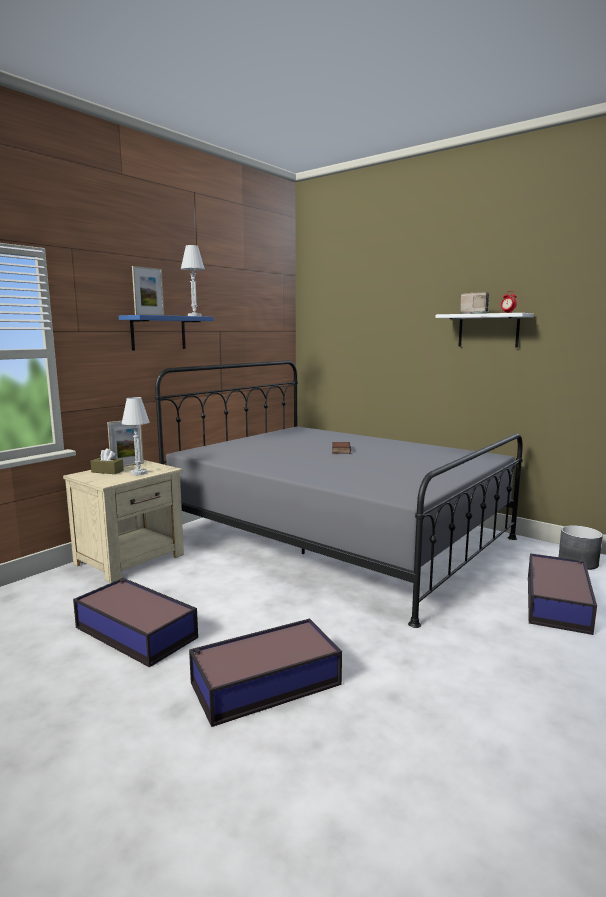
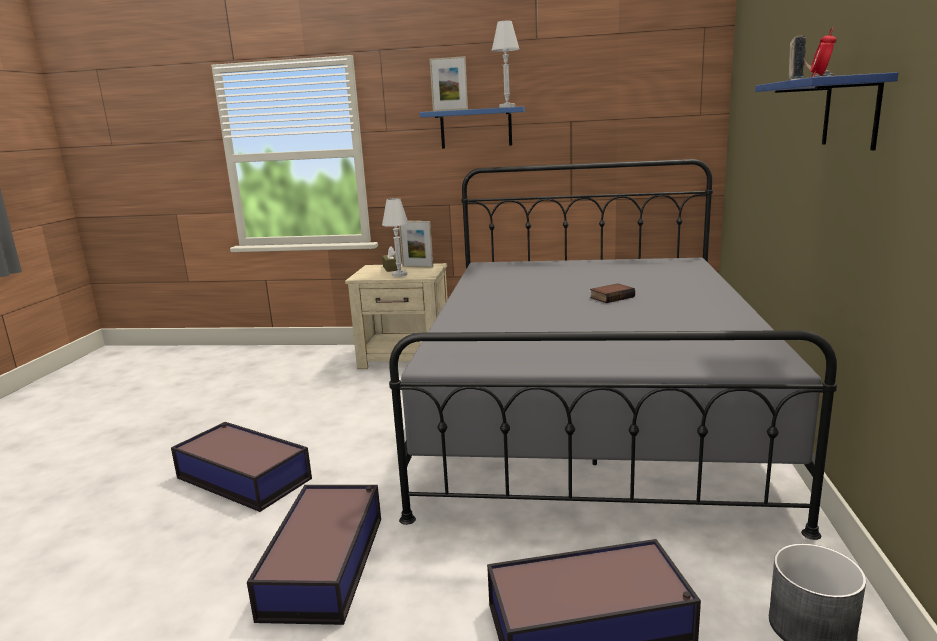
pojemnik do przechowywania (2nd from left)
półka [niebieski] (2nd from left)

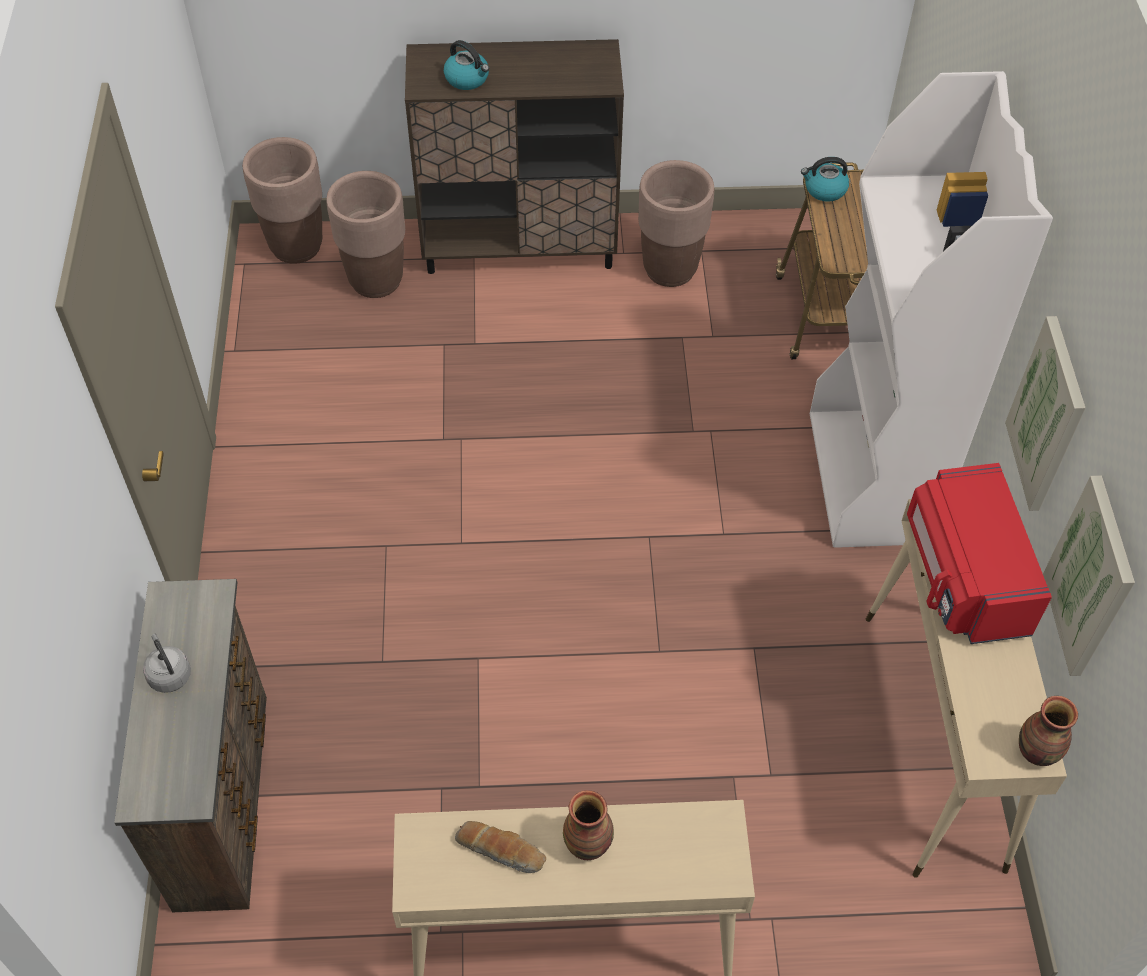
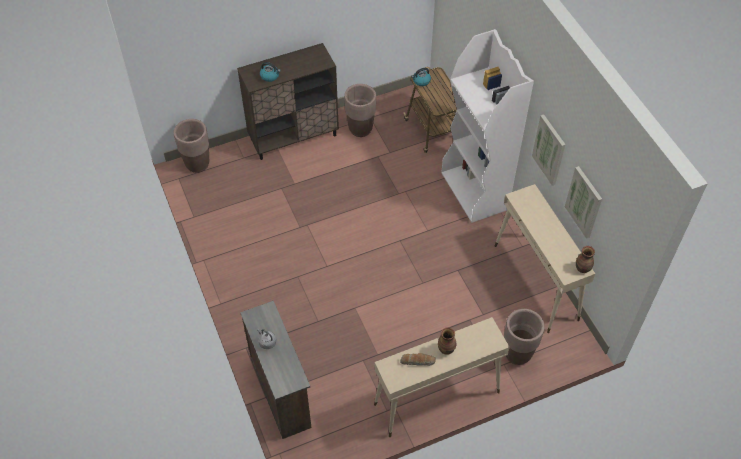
donica [brązowy] (3rd from left)
mikrofalówka [czerwony]

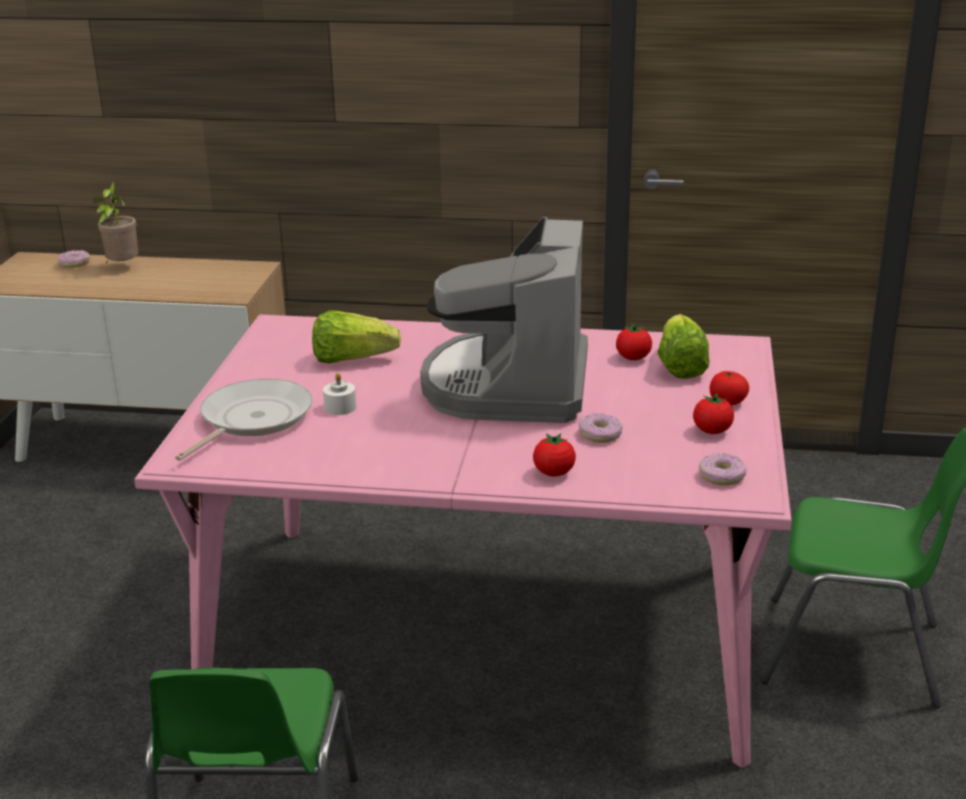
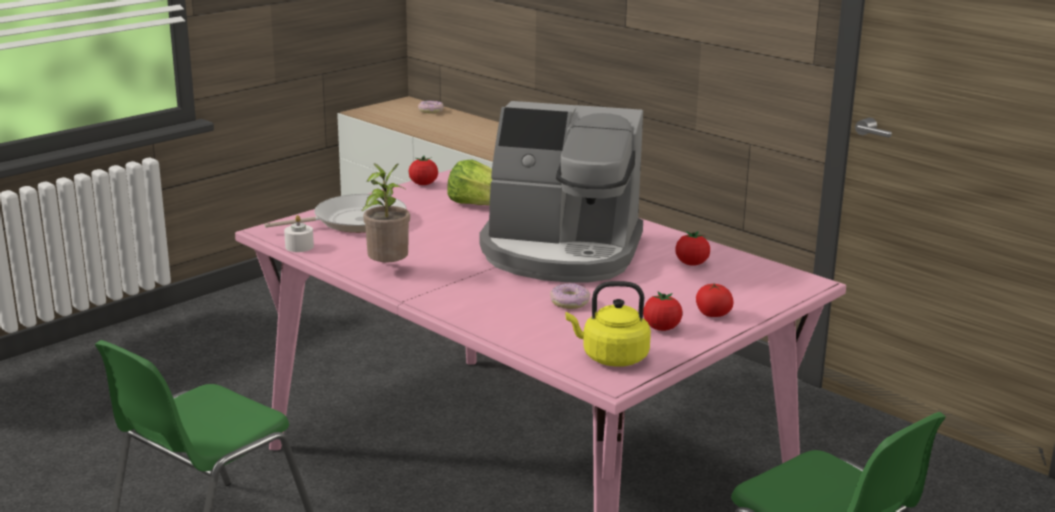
roślina doniczkowa
świeca [biały]
ekspres do kawy
pomidor (1st from left)
sałata (2nd from left in the first image)
czajnik [żółty]

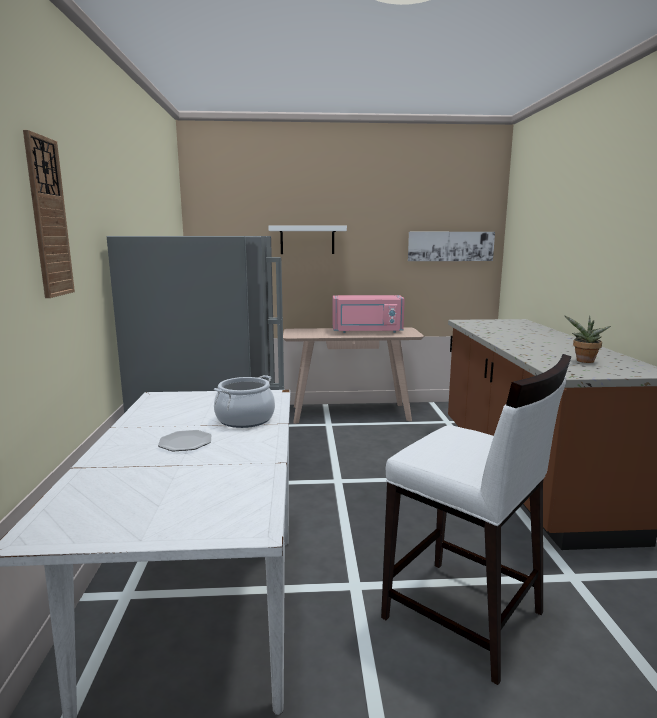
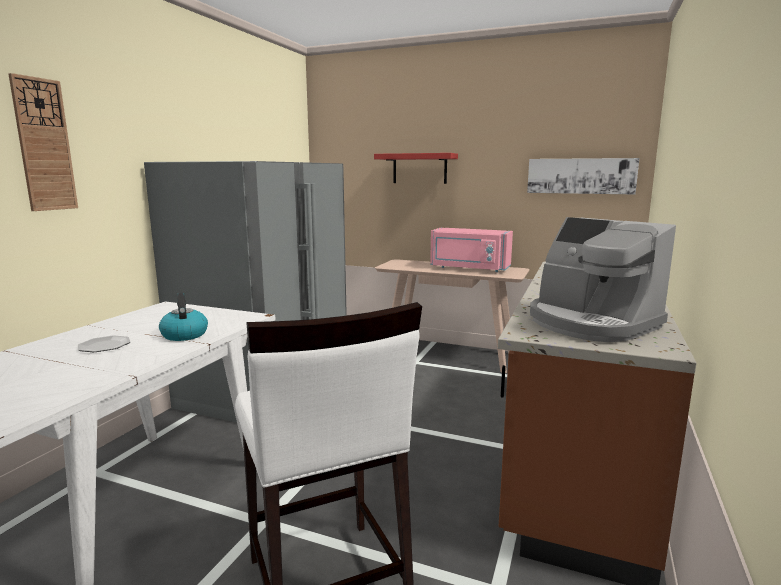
czajnik
półka [czerwony]
ekspres do kawy

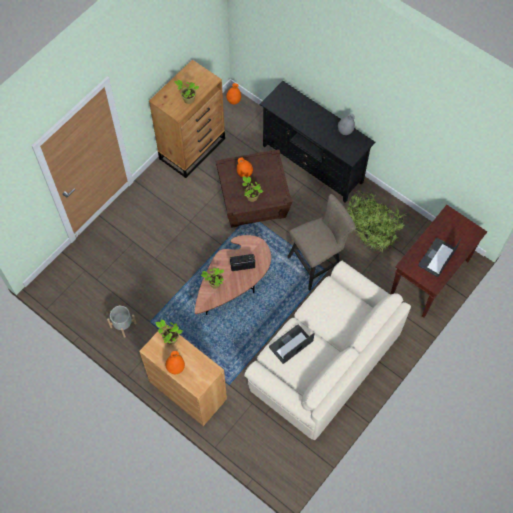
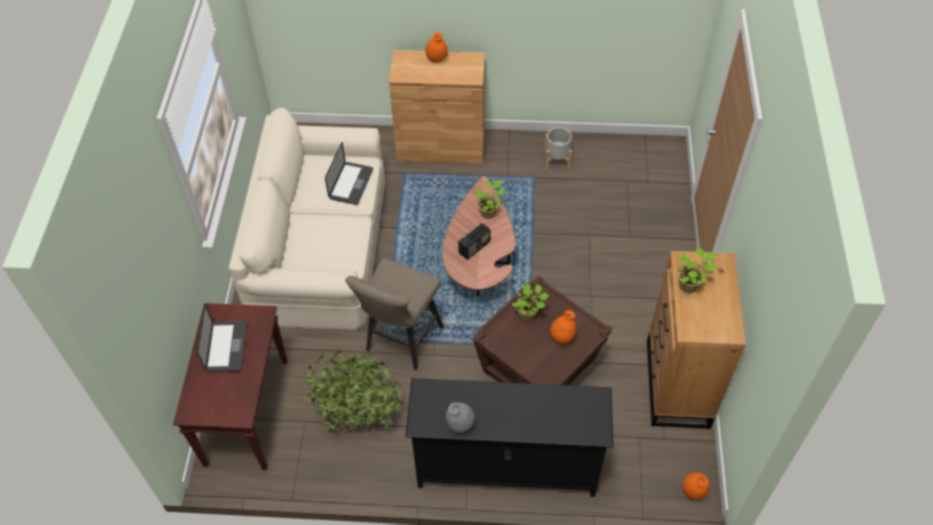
roślina doniczkowa (1st from left in the first image)

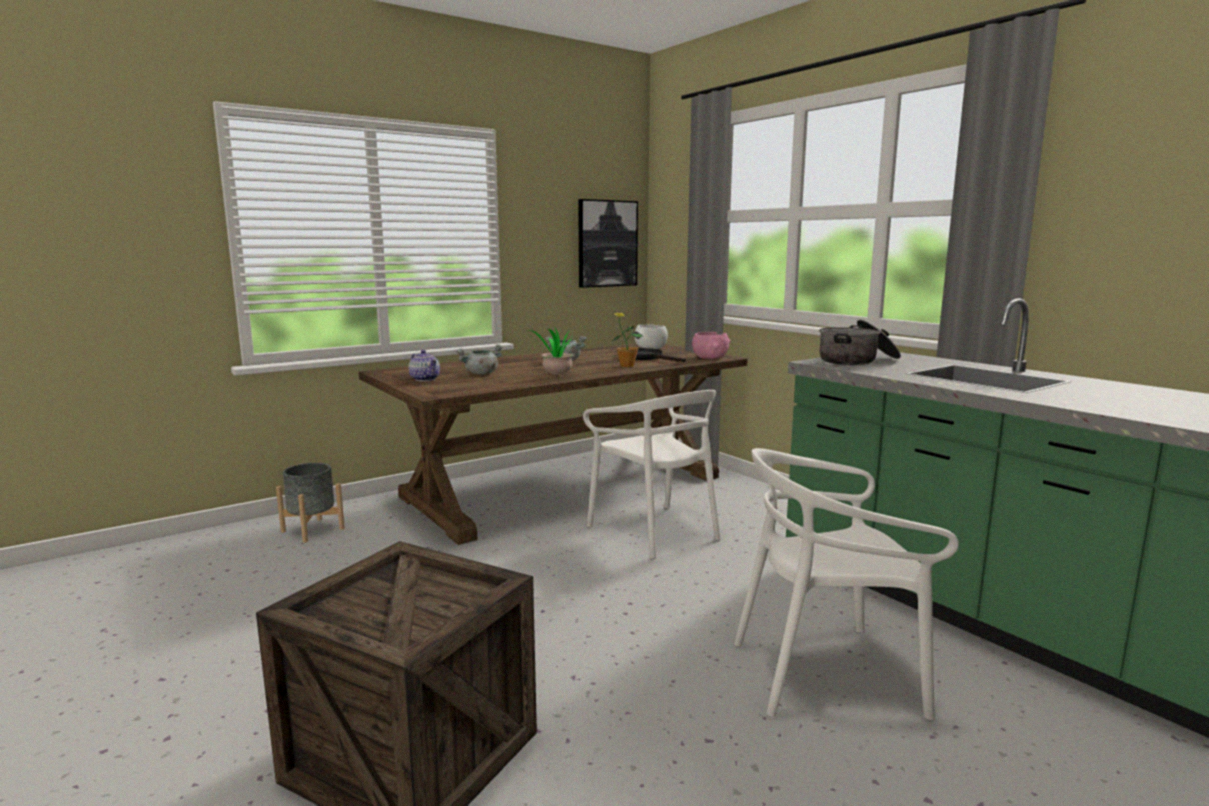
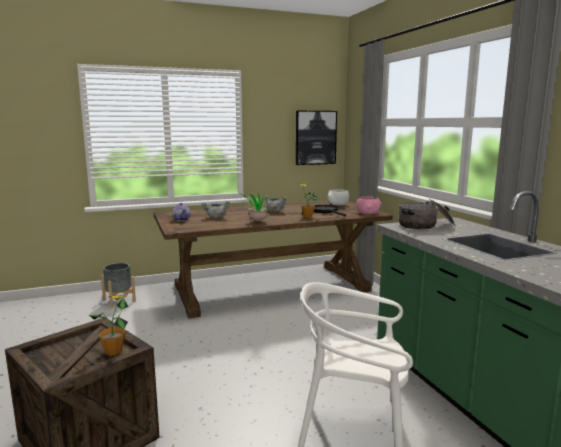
krzesło [biały] (1st from left in the first image)
roślina doniczkowa (1st from left)

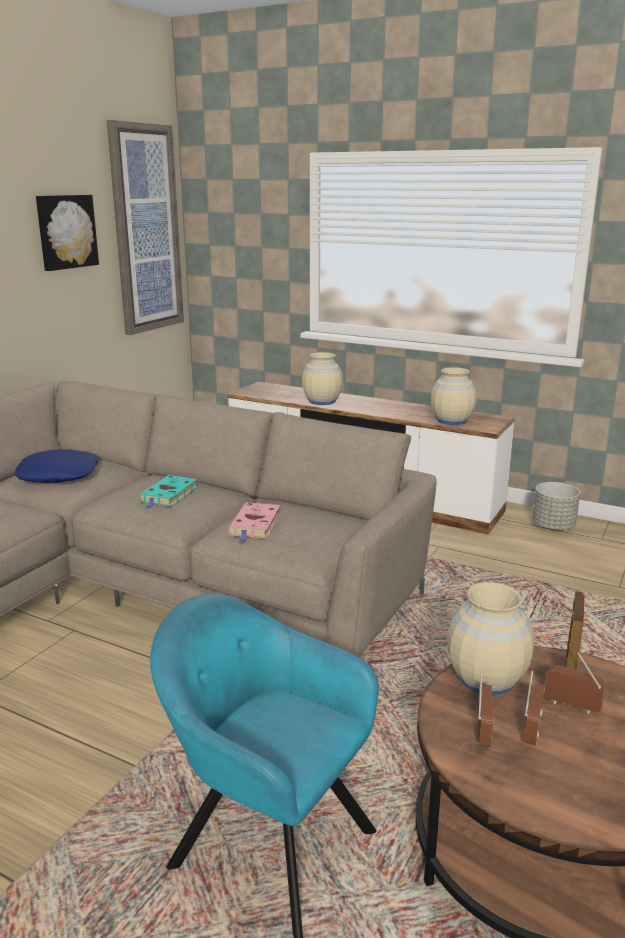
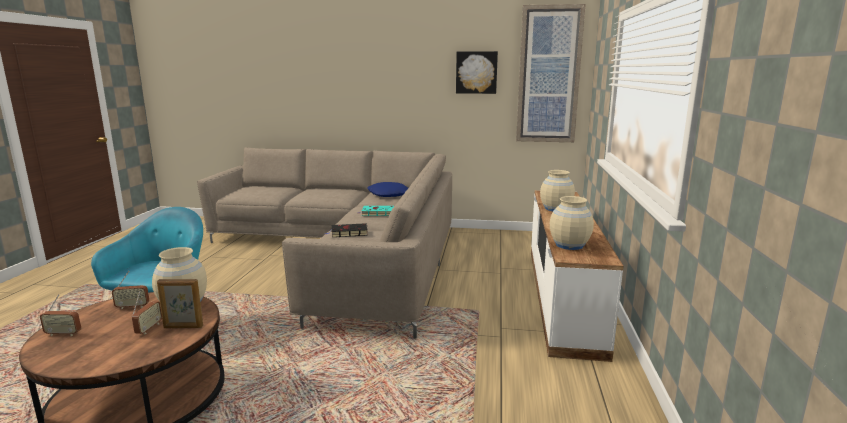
książka [czarny]
radio (1st from left)
donica [szary]

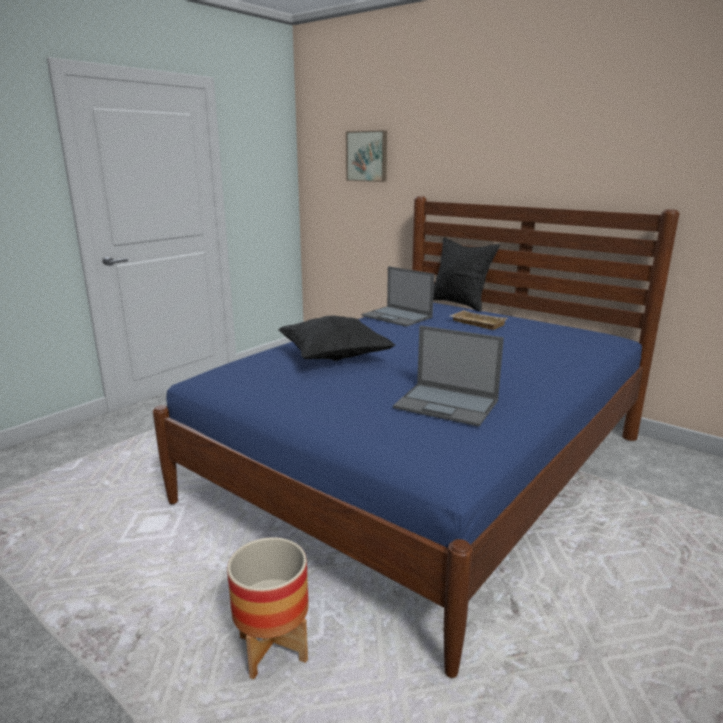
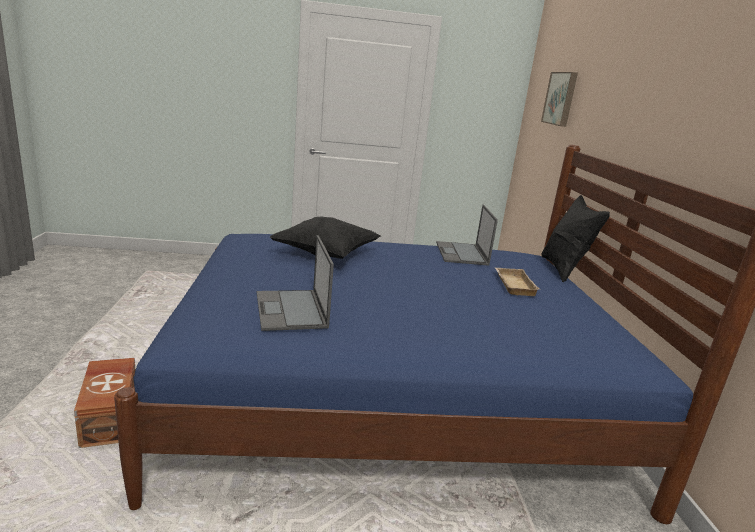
pojemnik do przechowywania [brązowy]

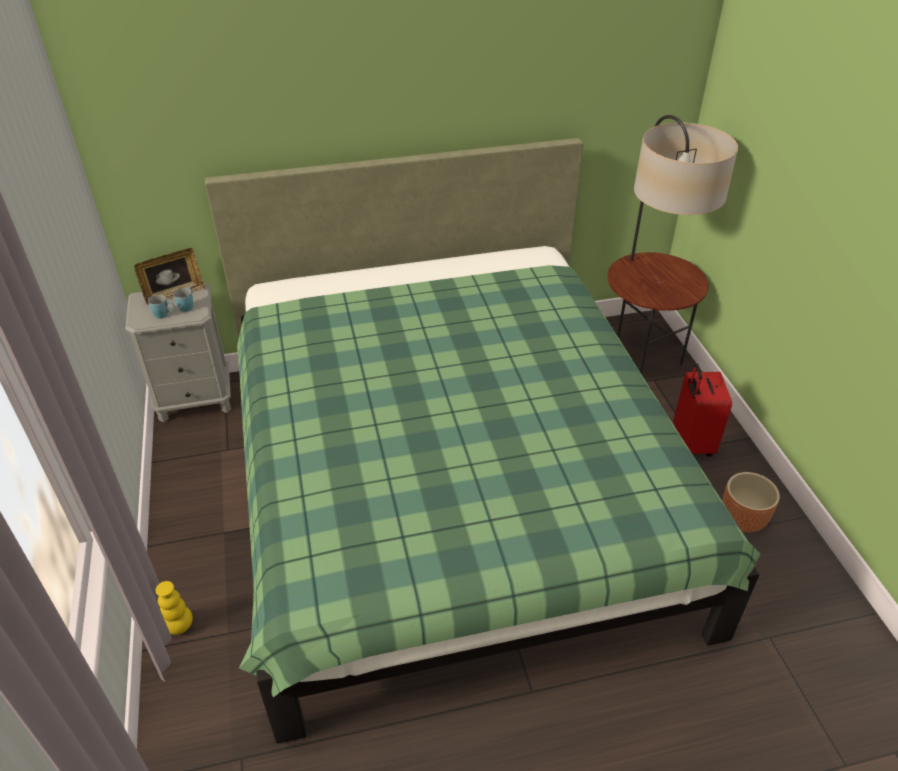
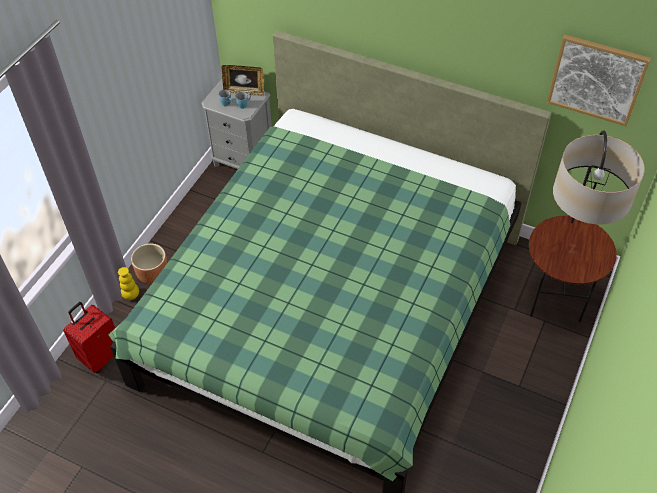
walizka [czerwony]
donica [brązowy]
obraz

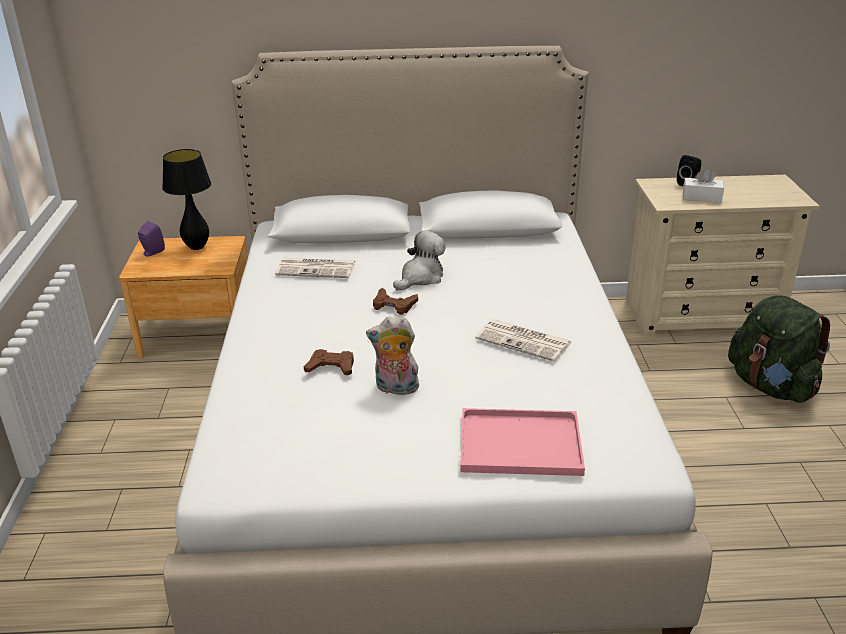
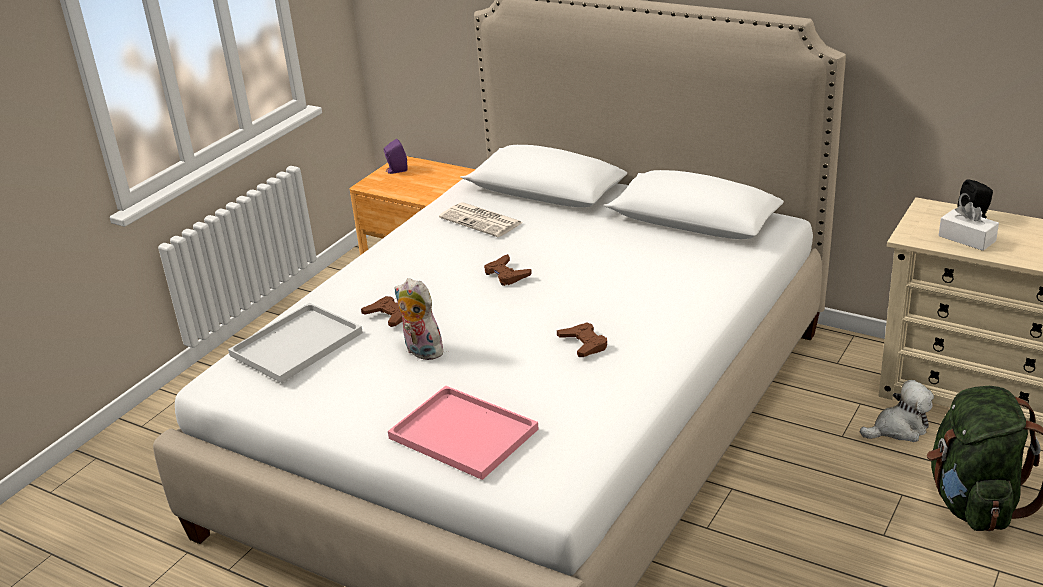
lampa stołowa [czarny]
pluszak (2nd from left)
pad do gier [brązowy] (3rd from left)
taca [biały]

